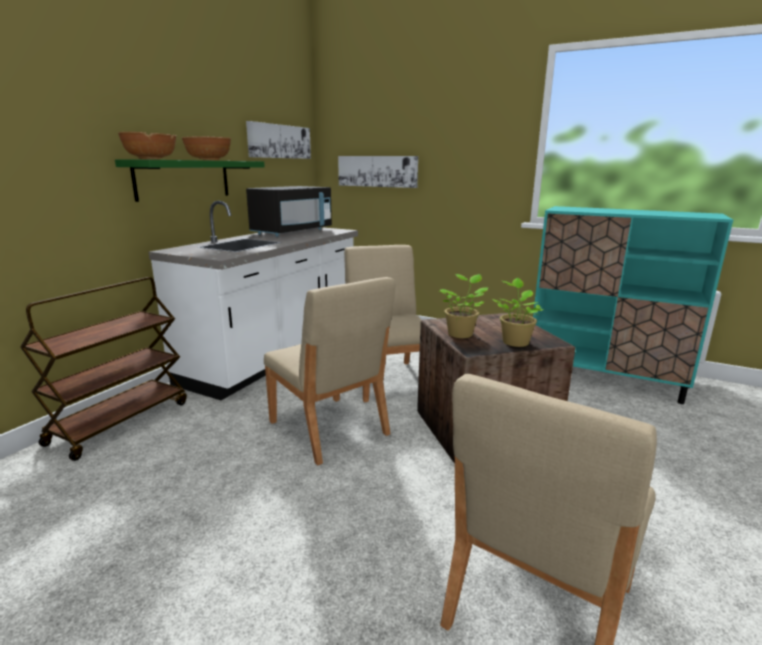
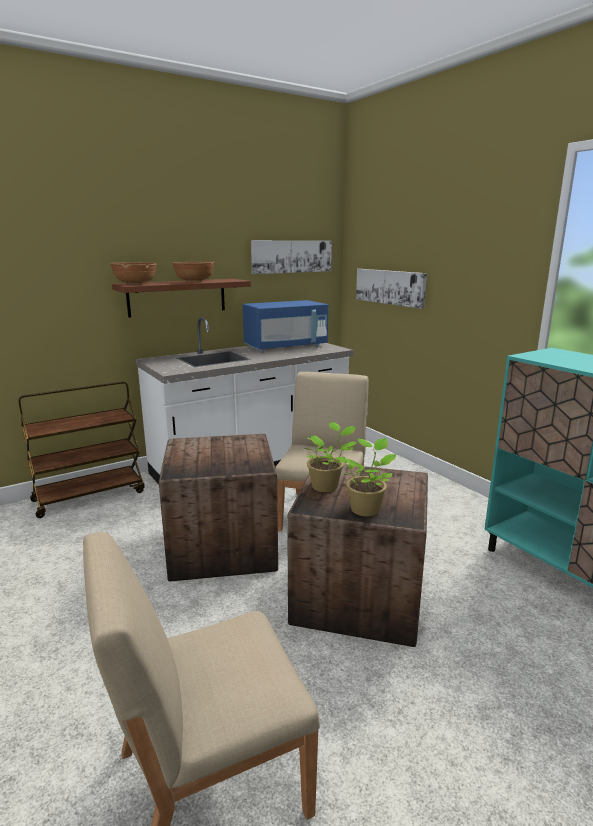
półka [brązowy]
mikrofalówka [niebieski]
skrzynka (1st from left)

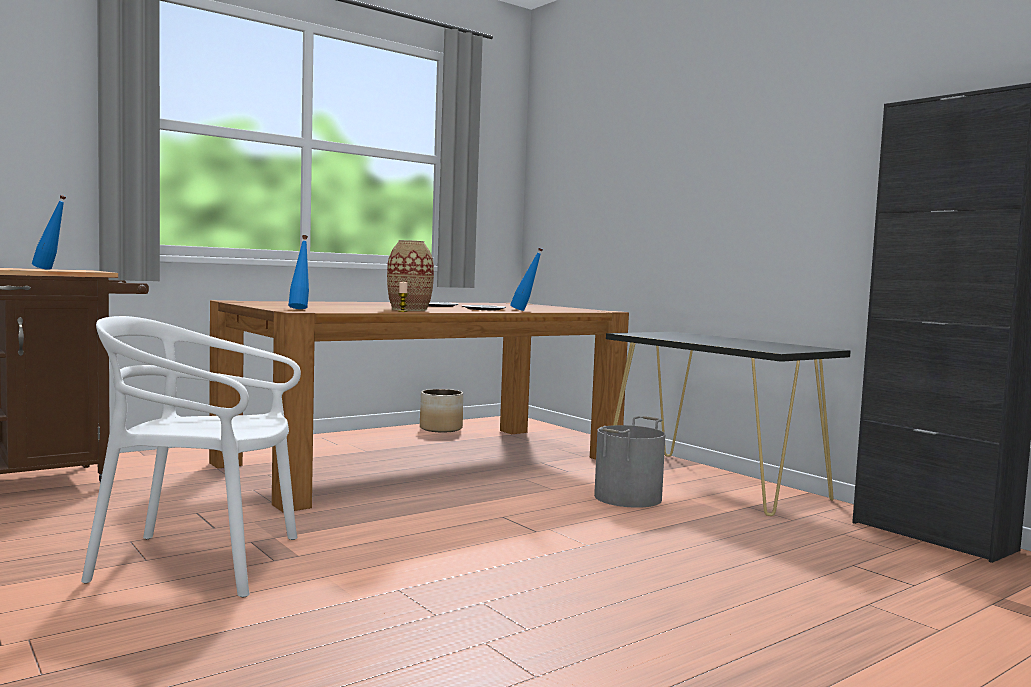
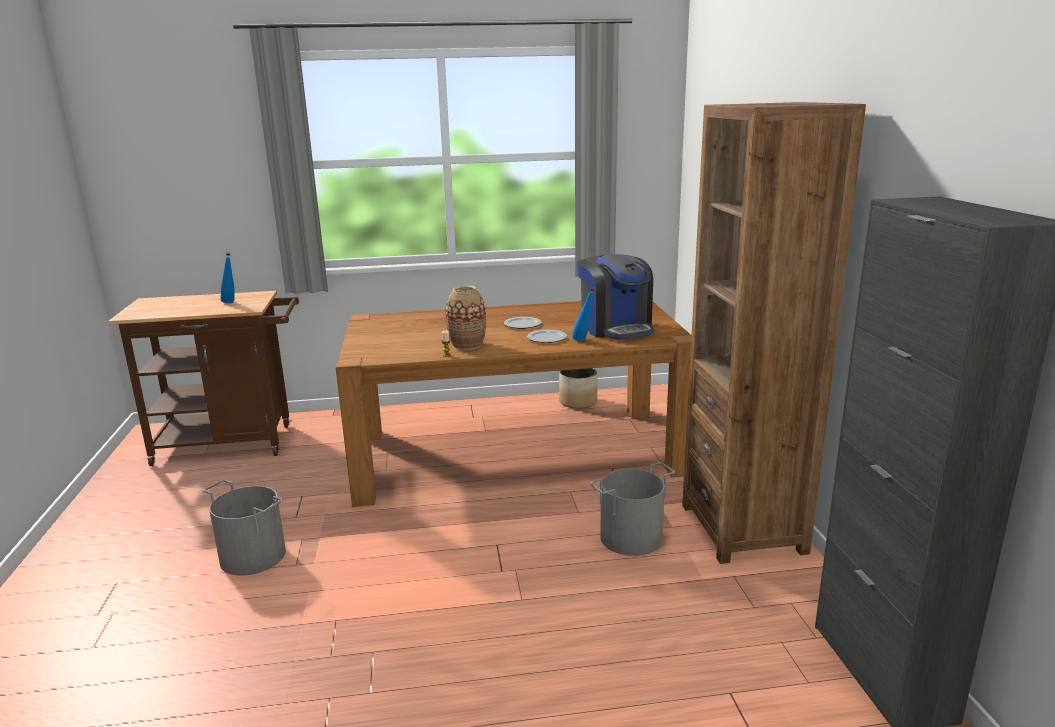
wiadro [szary] (1st from left)
butelka [niebieski] (2nd from left in the first image)
regał [brązowy]
ekspres do kawy

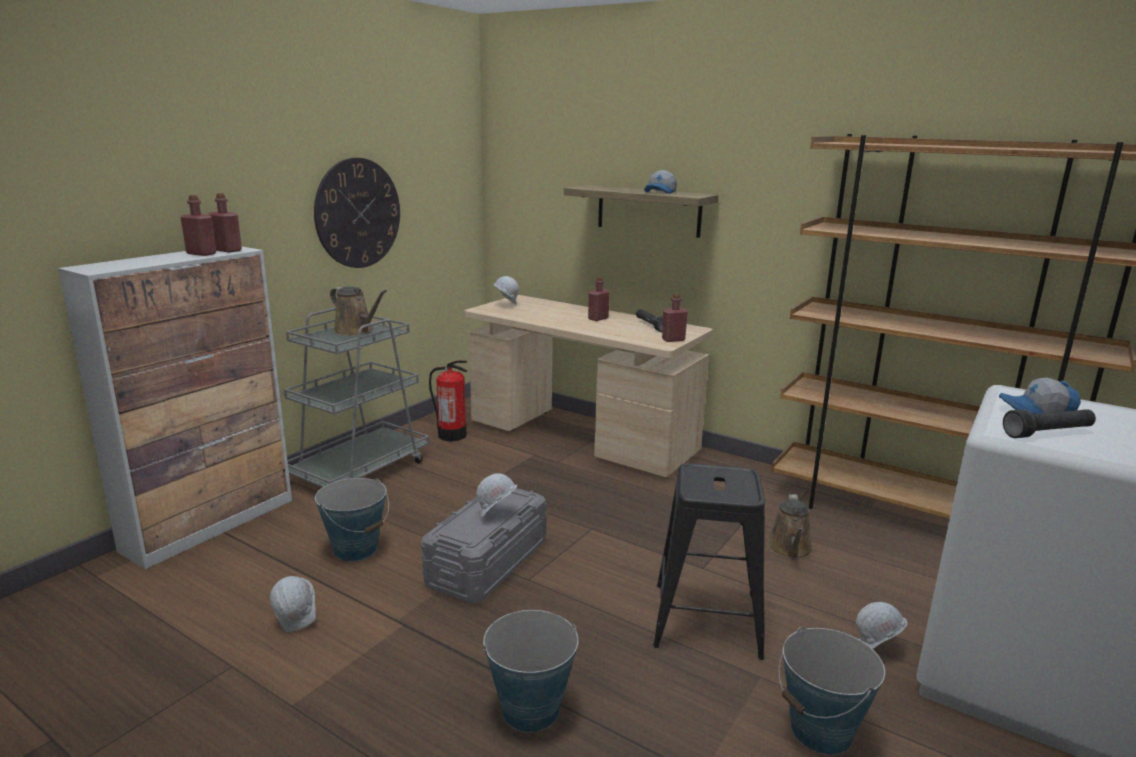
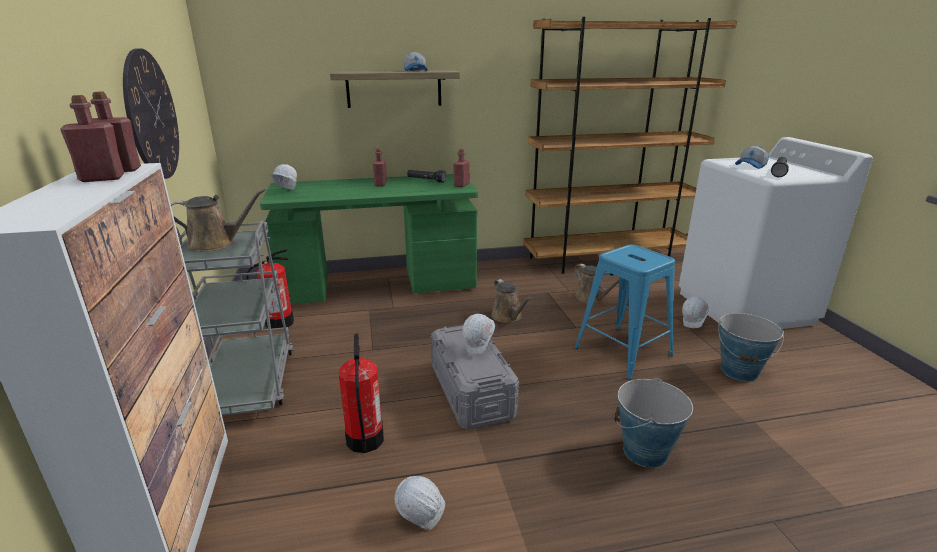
gaśnica (2nd from left)
biurko [zielony]
stołek [niebieski]
konewka [brązowy] (2nd from left)

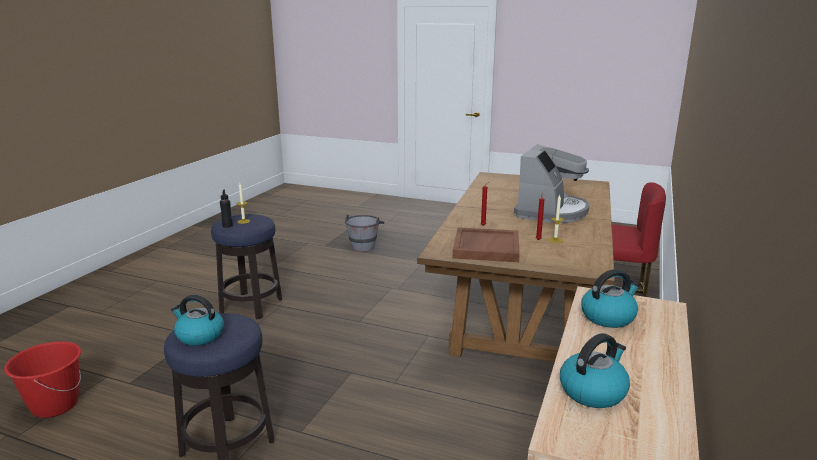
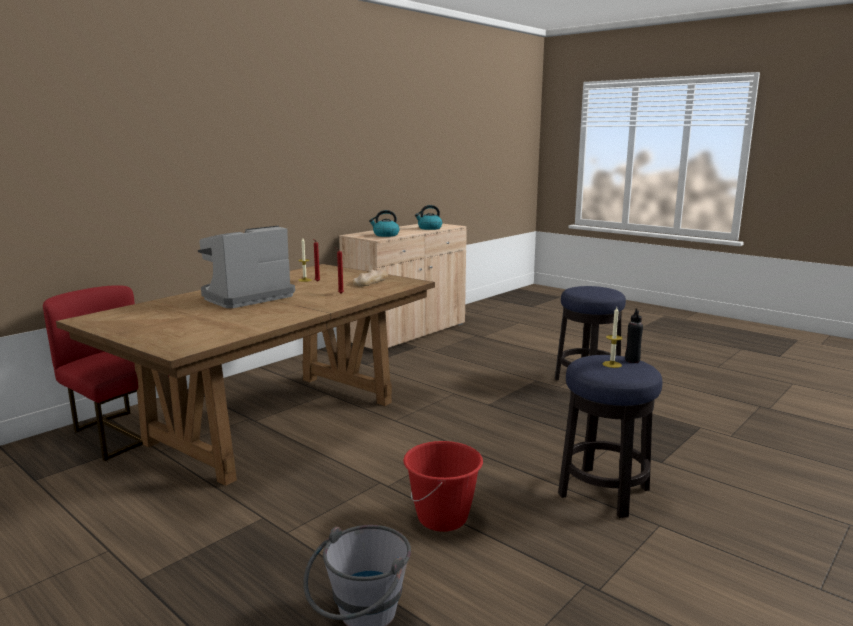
wiadro [czerwony]
czajnik (1st from left in the first image)
chleb

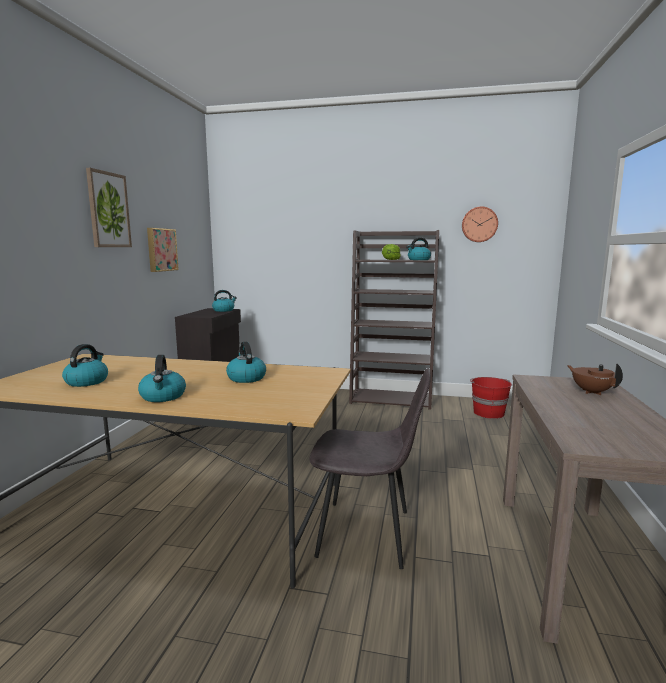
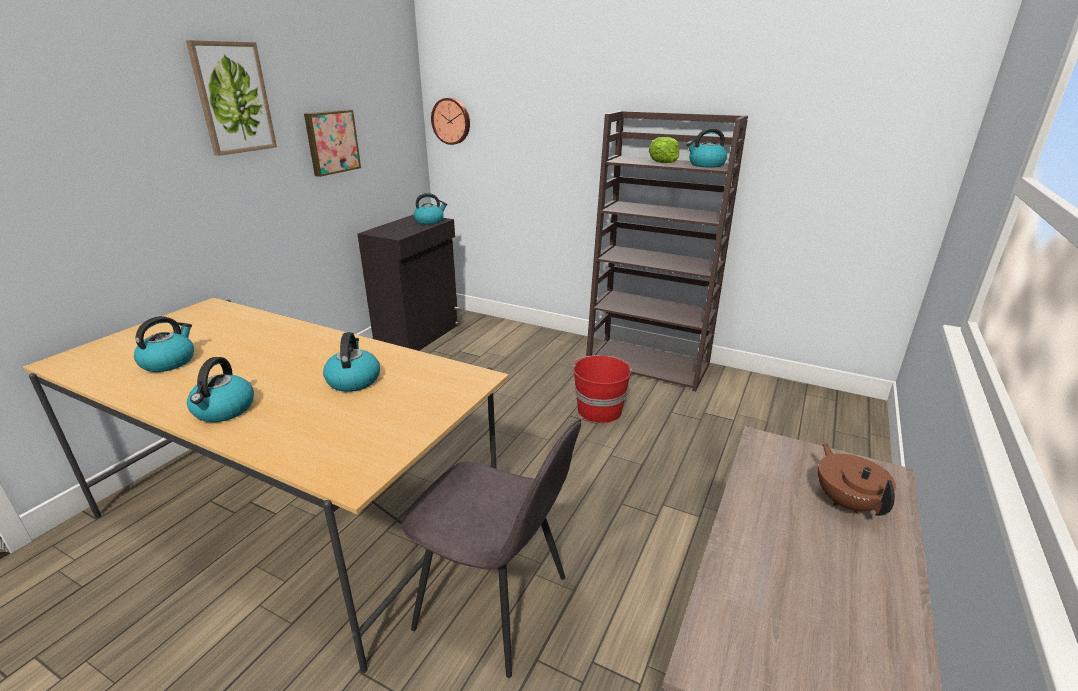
zegar ścienny
wiadro [czerwony]

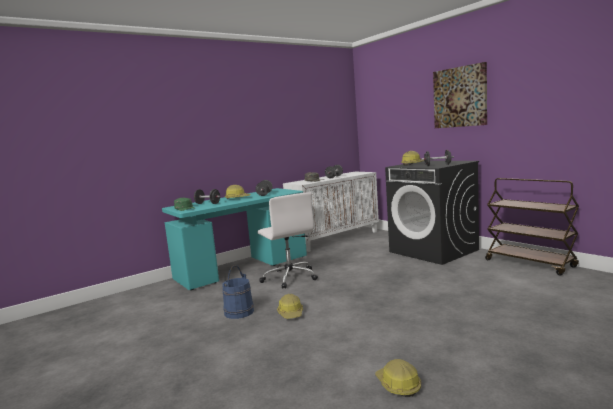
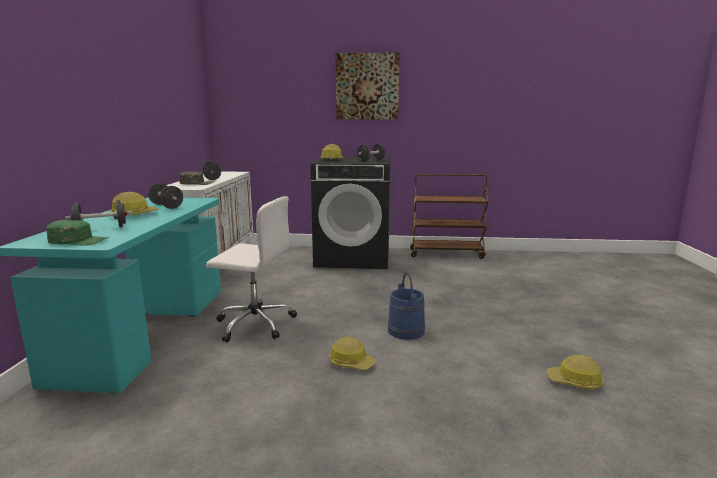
wiadro [niebieski]

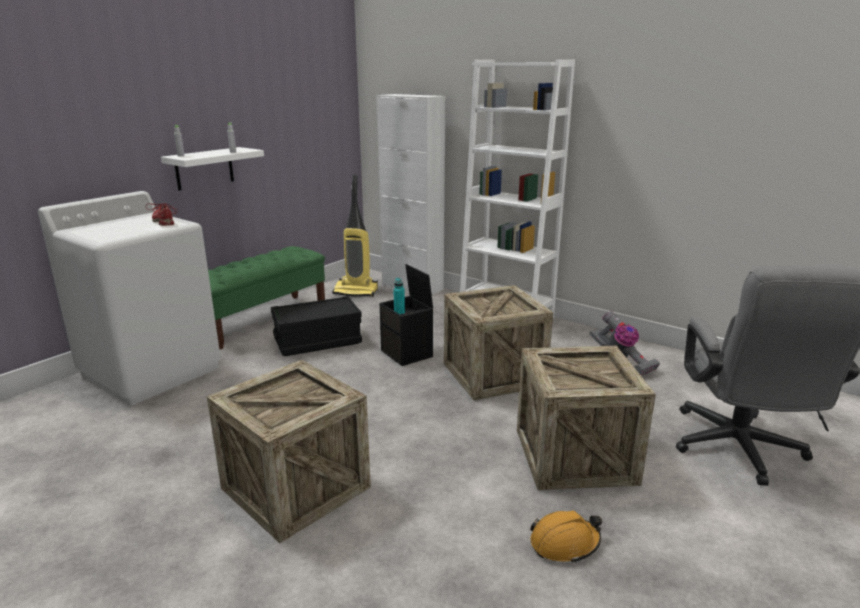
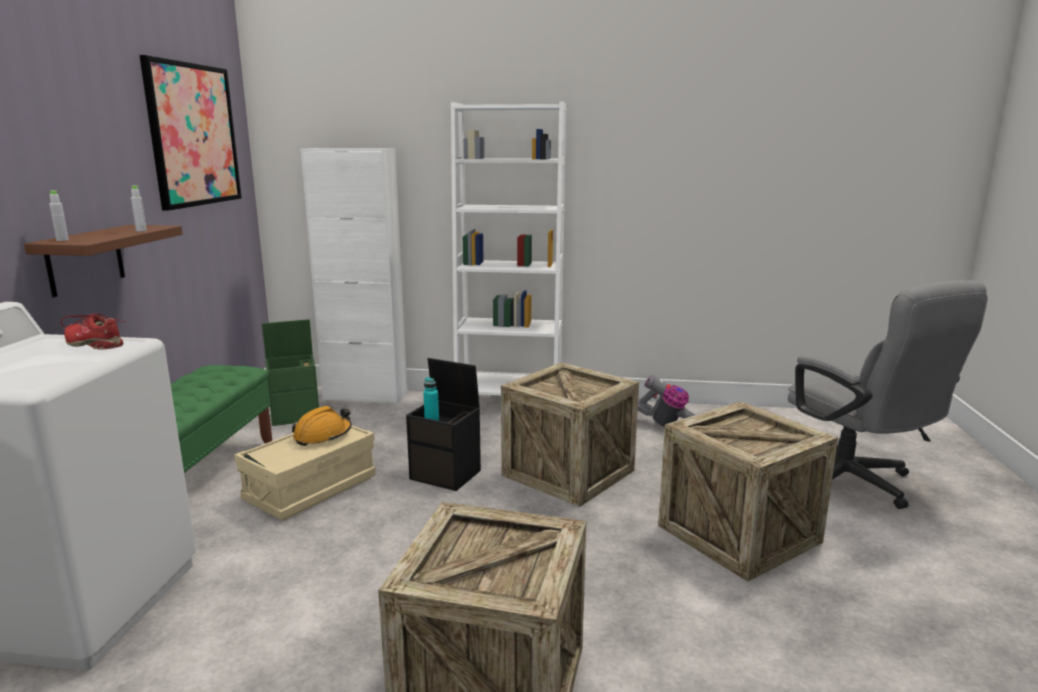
półka [brązowy]
pojemnik do przechowywania [beżowy]
pojemnik do przechowywania [zielony]
kask [pomarańczowy]
obraz

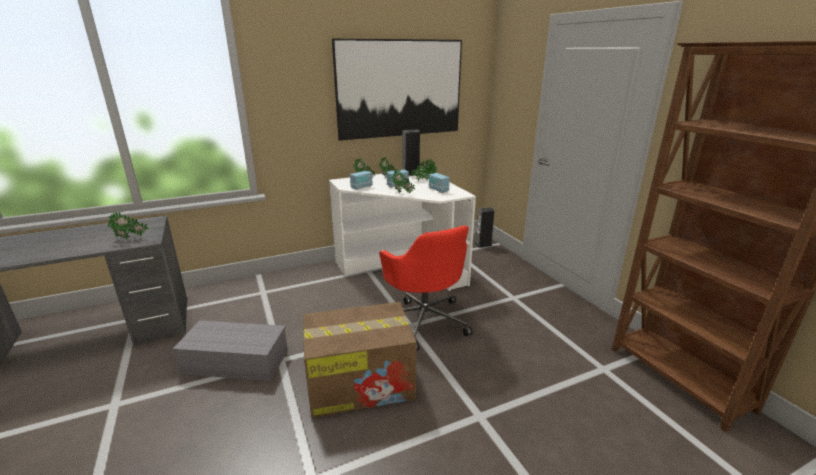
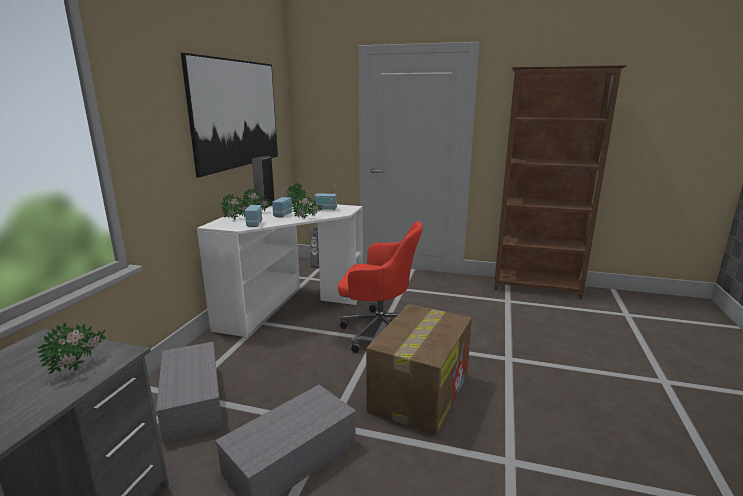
pojemnik do przechowywania [szary] (1st from left)

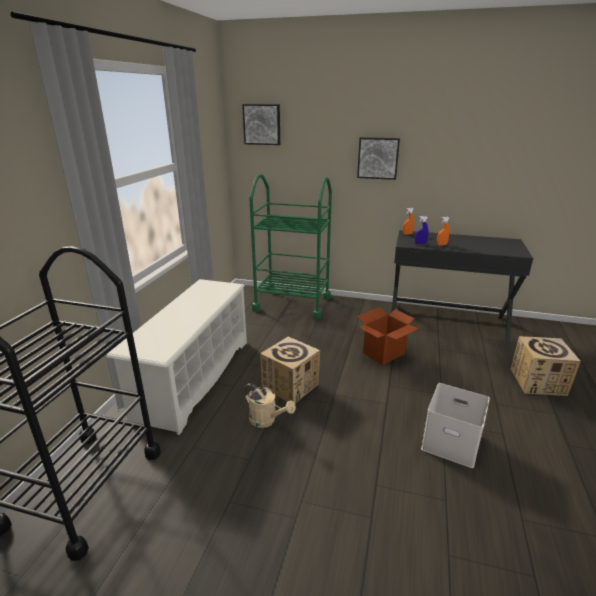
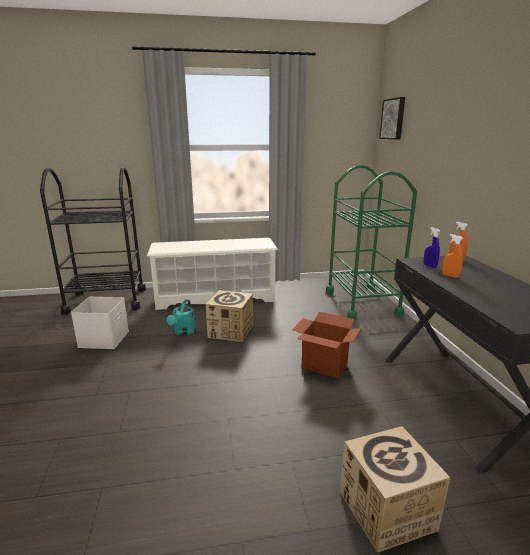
konewka [turkusowy]
obraz (2nd from left in the first image)
pojemnik do przechowywania [biały]

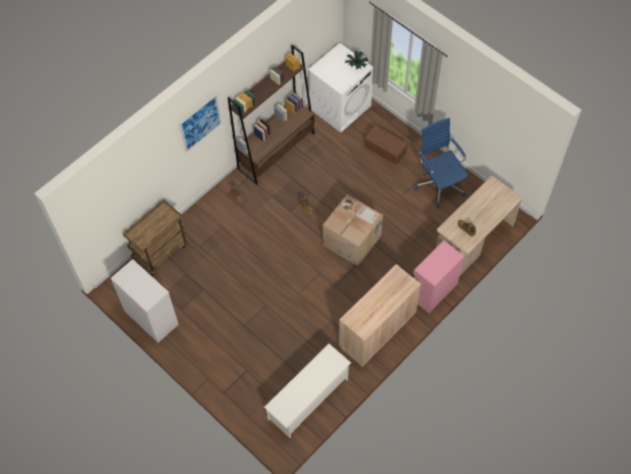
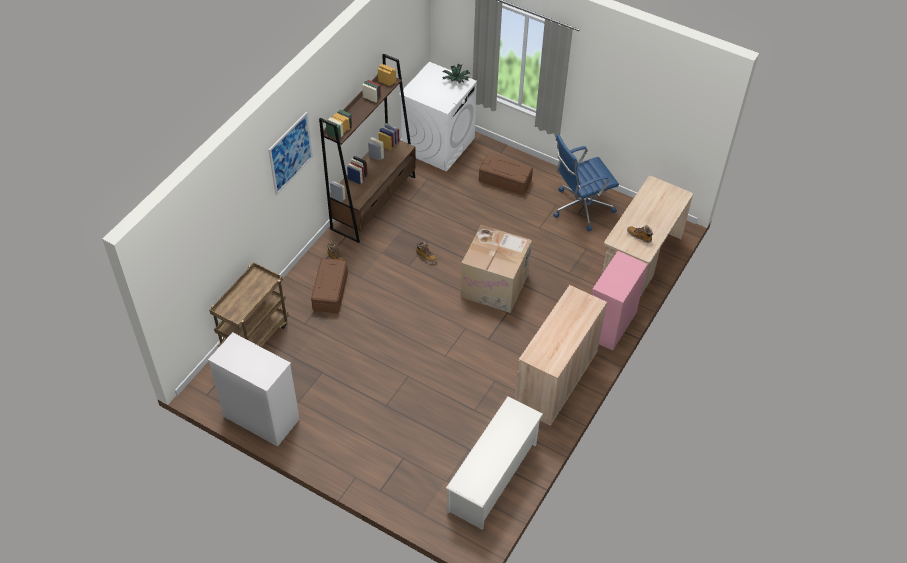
krzesło biurowe [niebieski]
pojemnik do przechowywania [brązowy] (1st from left)

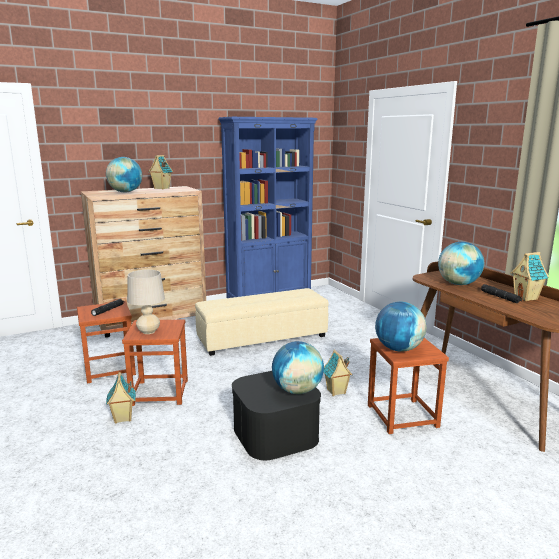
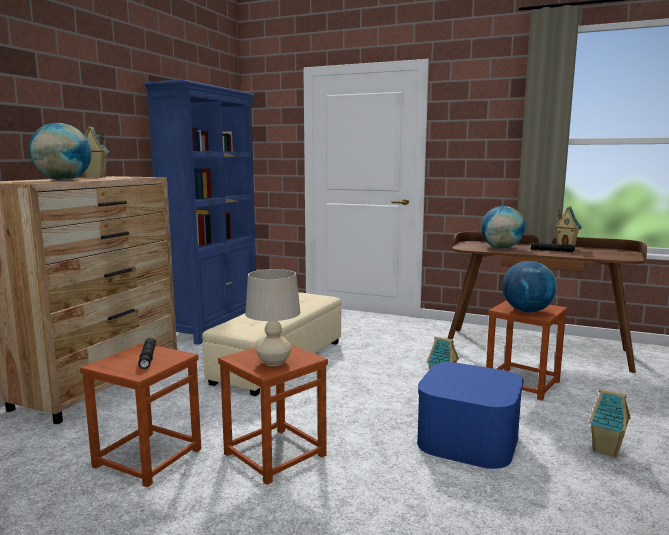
domek (4th from left)
pojemnik do przechowywania [niebieski]
globus (2nd from left in the first image)

